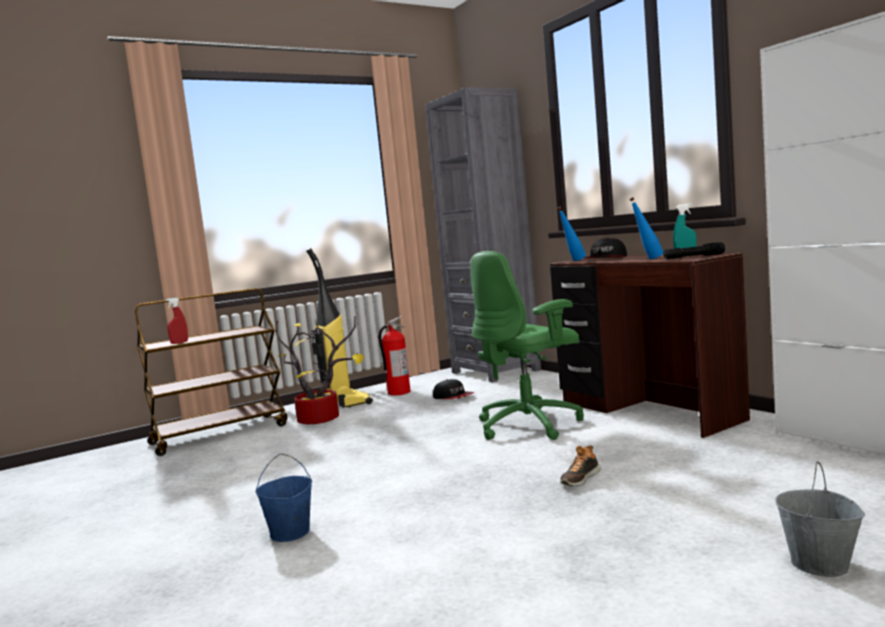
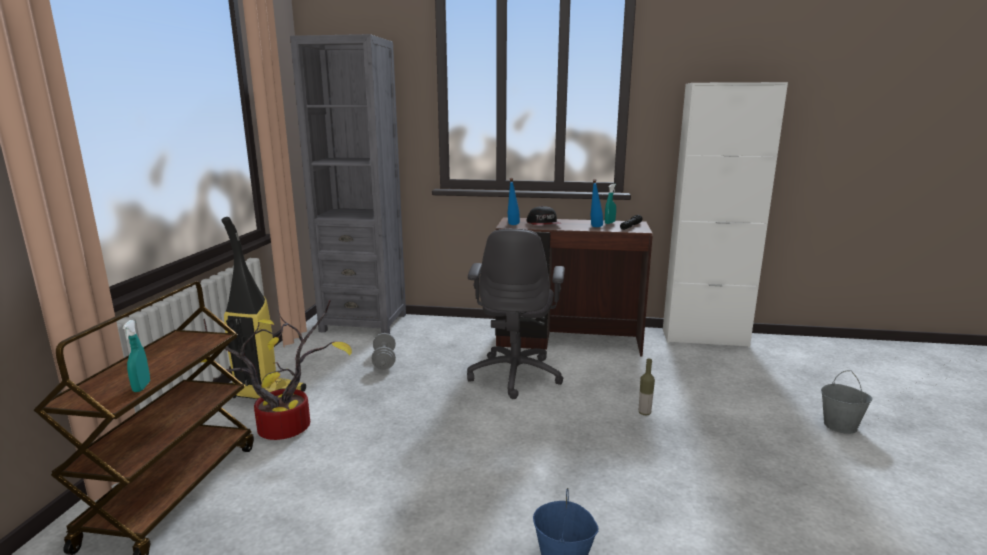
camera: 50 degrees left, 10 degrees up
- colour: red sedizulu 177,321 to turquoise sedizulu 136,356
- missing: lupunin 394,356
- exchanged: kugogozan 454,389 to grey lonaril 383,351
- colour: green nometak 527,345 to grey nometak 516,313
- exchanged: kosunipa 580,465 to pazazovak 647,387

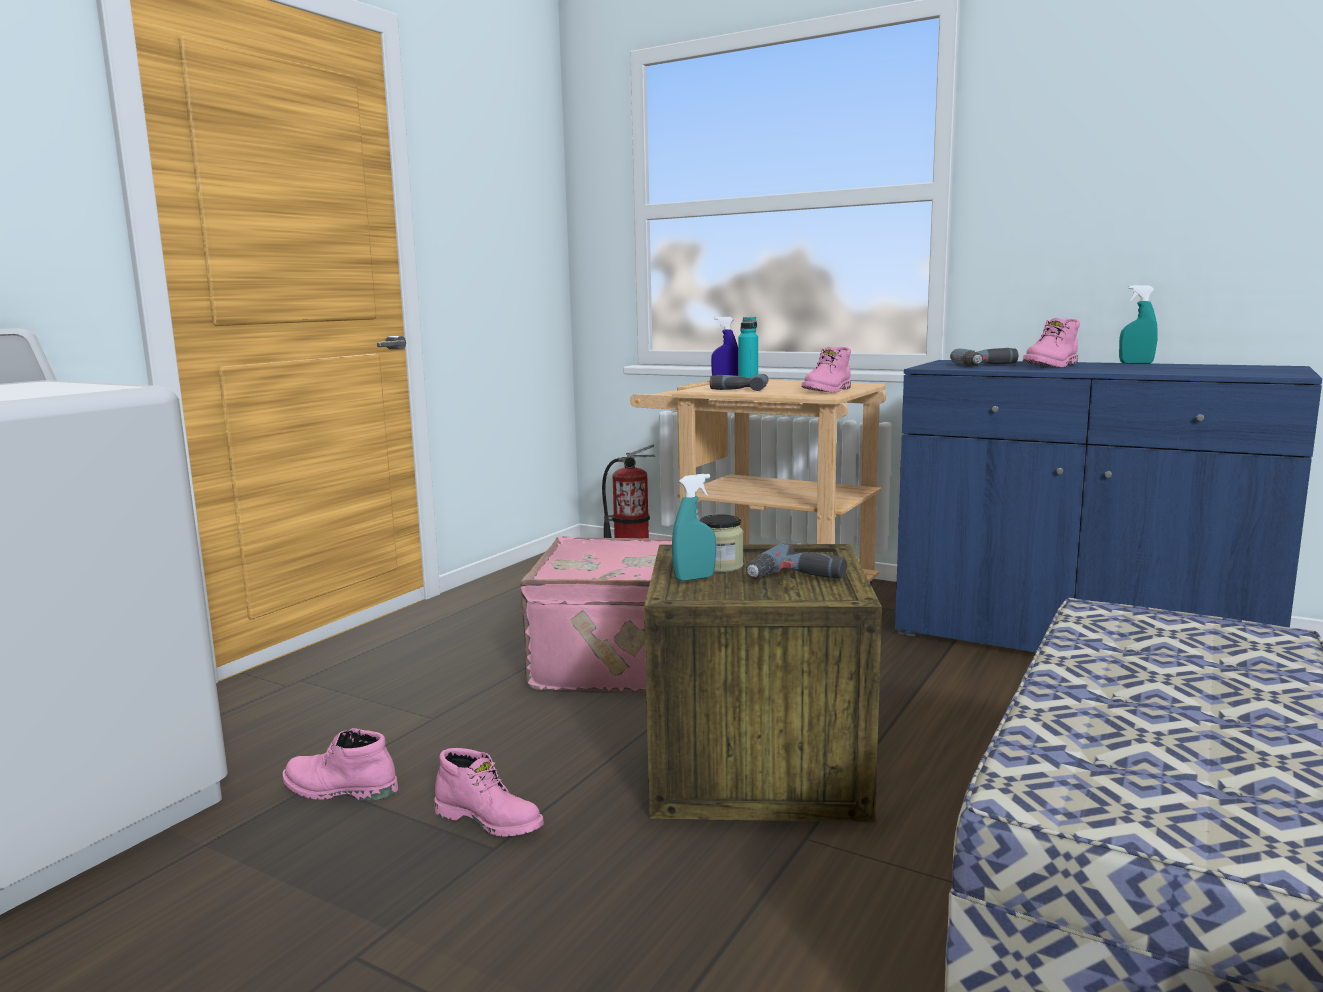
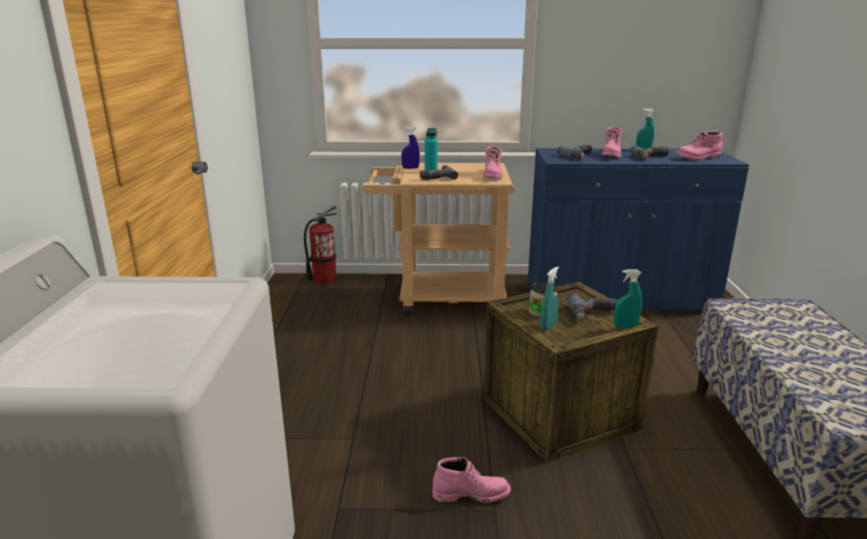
camera: 30 degrees left, 10 degrees up
- relocated: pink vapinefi 340,764 to 699,145
- missing: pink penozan 596,614
- appeared: turquoise sedizulu 628,298
- appeared: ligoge 649,152

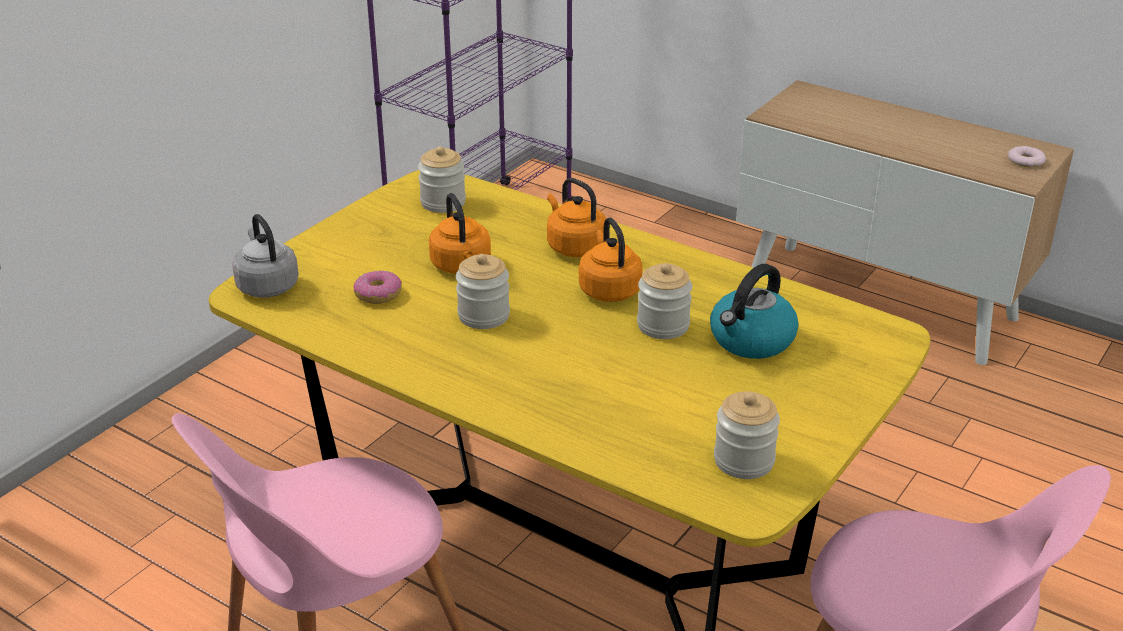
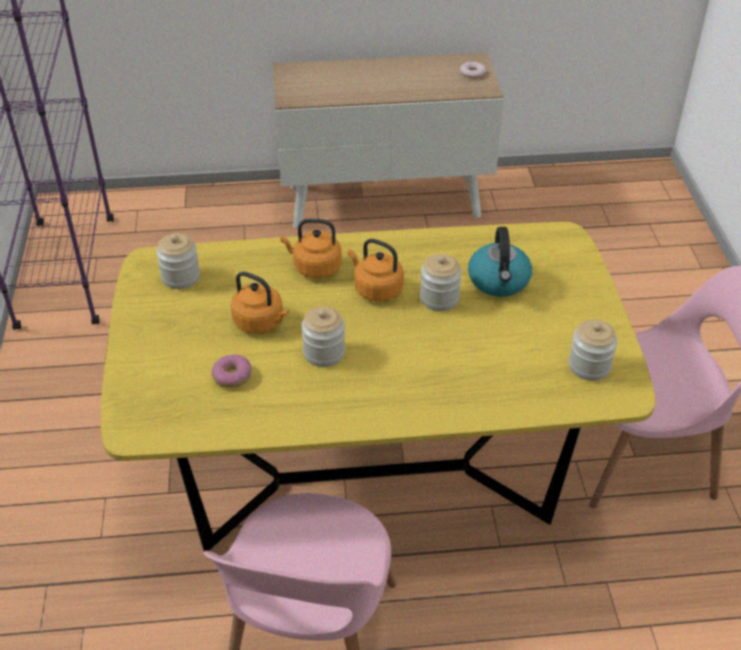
camera: 40 degrees left, 10 degrees up
- missing: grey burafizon 265,256

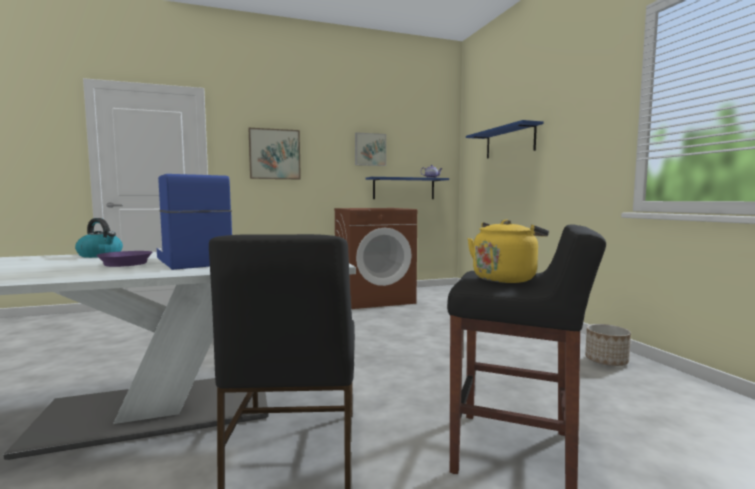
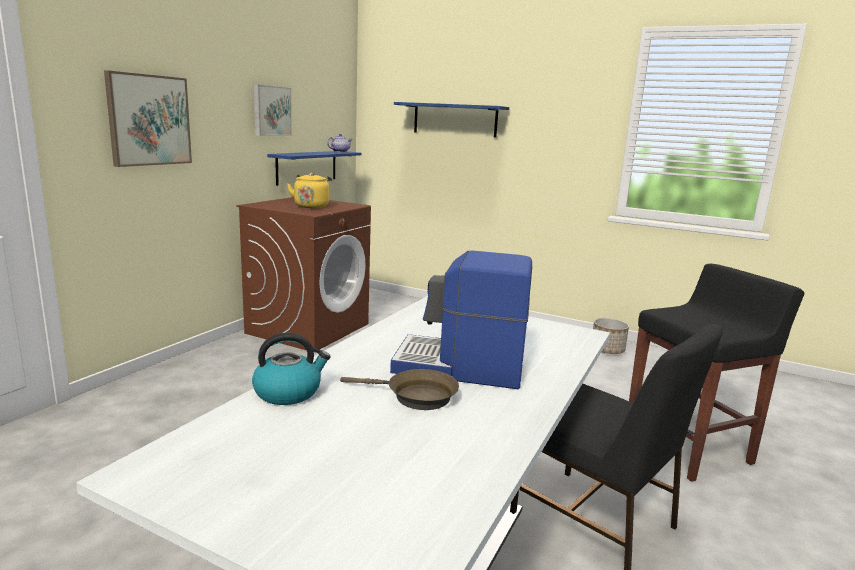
camera: 45 degrees left, 10 degrees up
- colour: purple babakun 124,259 to brown babakun 399,389
- relocated: yellow burafizon 508,251 to 309,190

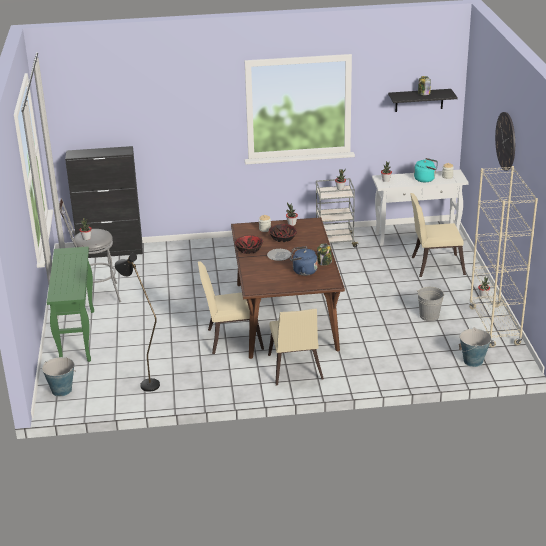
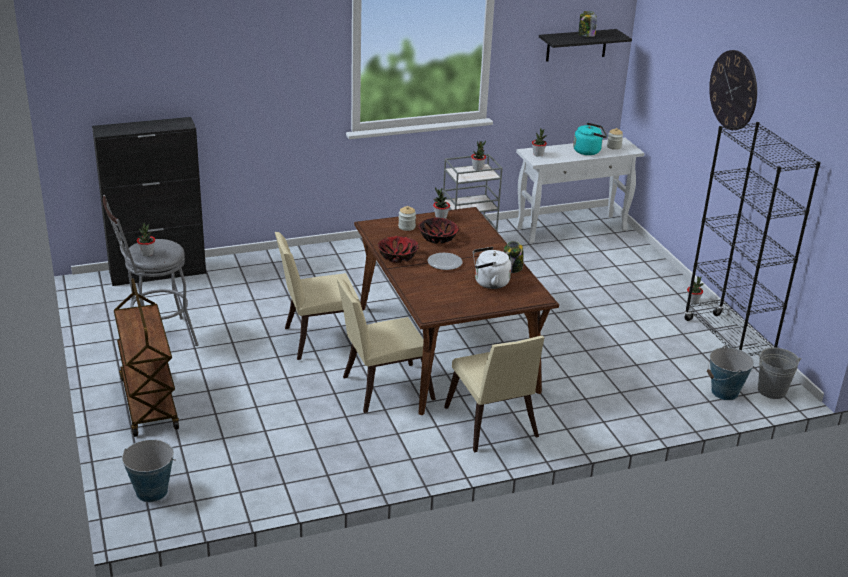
camera: 15 degrees left, 0 degrees up
- exchanged: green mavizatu 70,304 to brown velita 146,357
- missing: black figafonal 137,322
- colour: blue burafizon 303,261 to white burafizon 492,268
- relocated: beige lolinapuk 438,235 to 318,296
- relocated: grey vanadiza 432,304 to 779,373
- colour: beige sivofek 503,256 to black sivofek 752,239

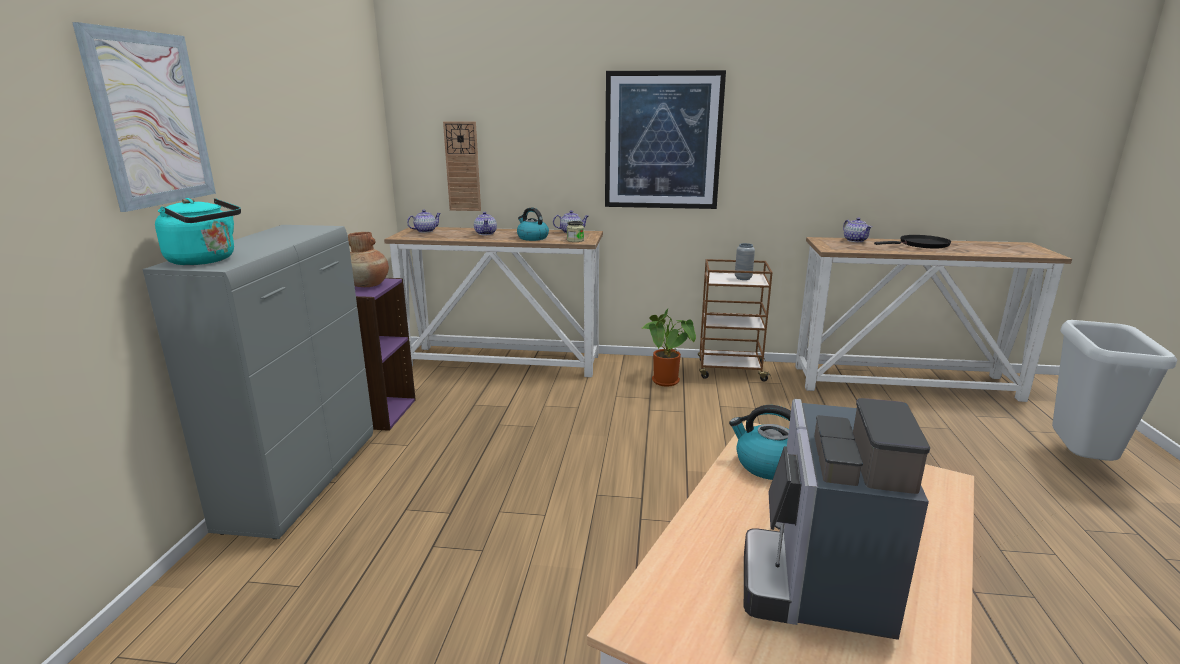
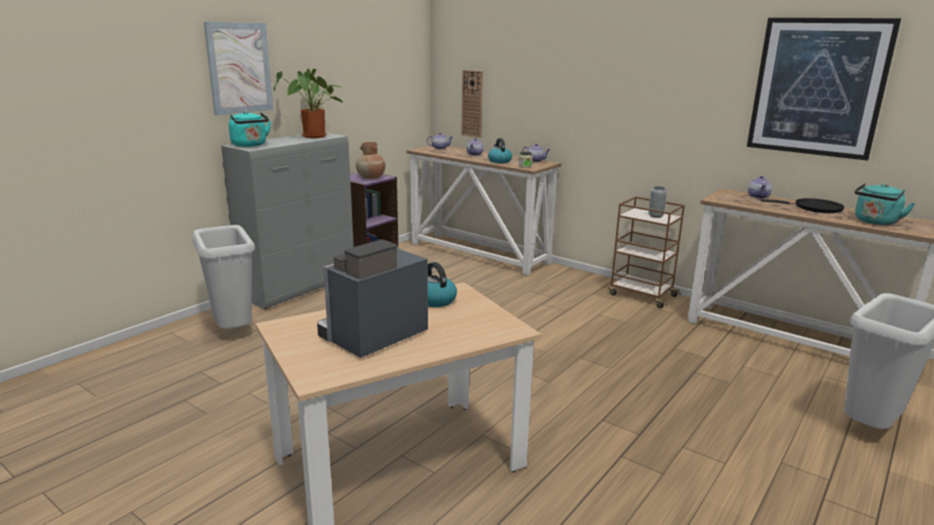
camera: 30 degrees right, 0 degrees up
- relocated: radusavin 665,139 to 824,89
- relocated: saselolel 669,347 to 308,103
- appeared: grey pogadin 223,277
- appeared: turquoise burafizon 885,204

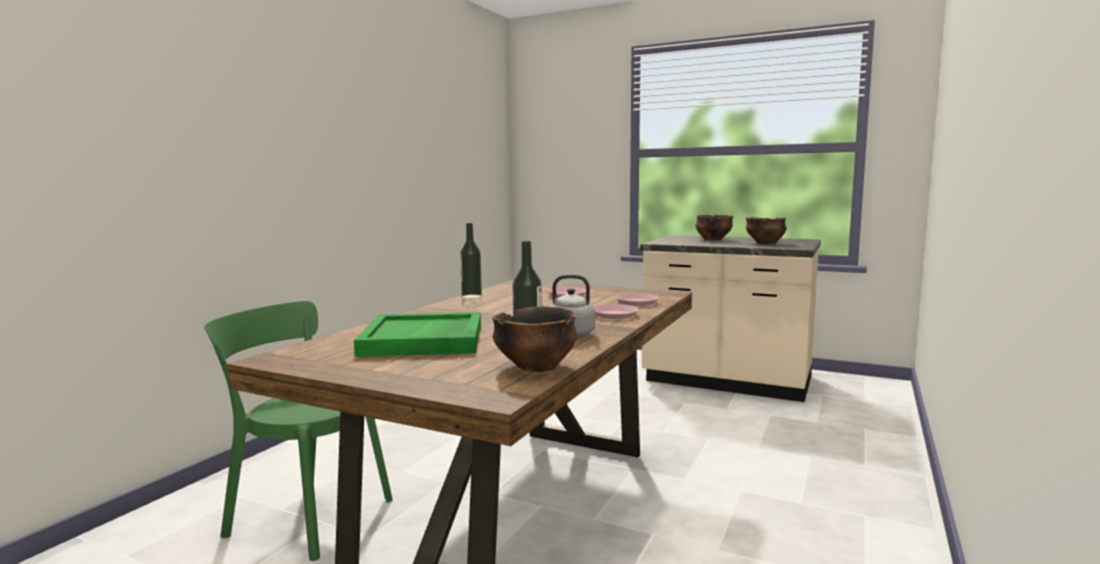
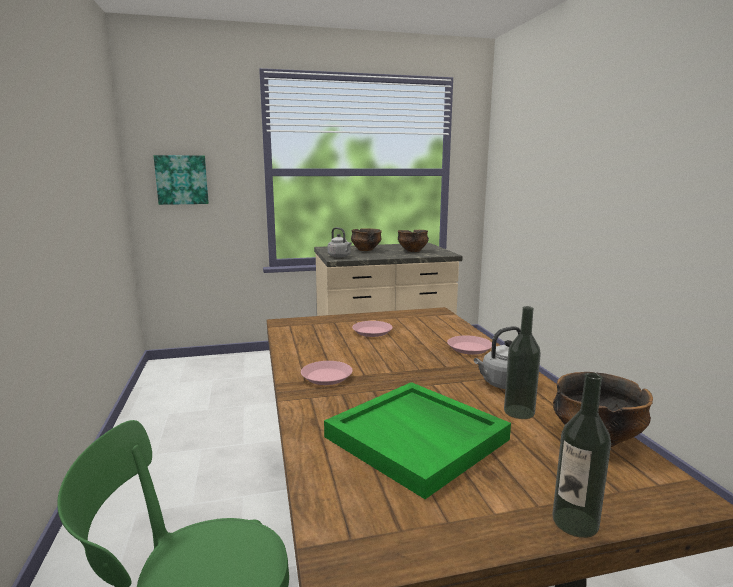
camera: 40 degrees left, 5 degrees up
- relocated: pazazovak 471,261 to 581,455
- relocated: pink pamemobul 637,299 to 327,373
- appeared: radusavin 181,180
- appeared: grey burafizon 340,242

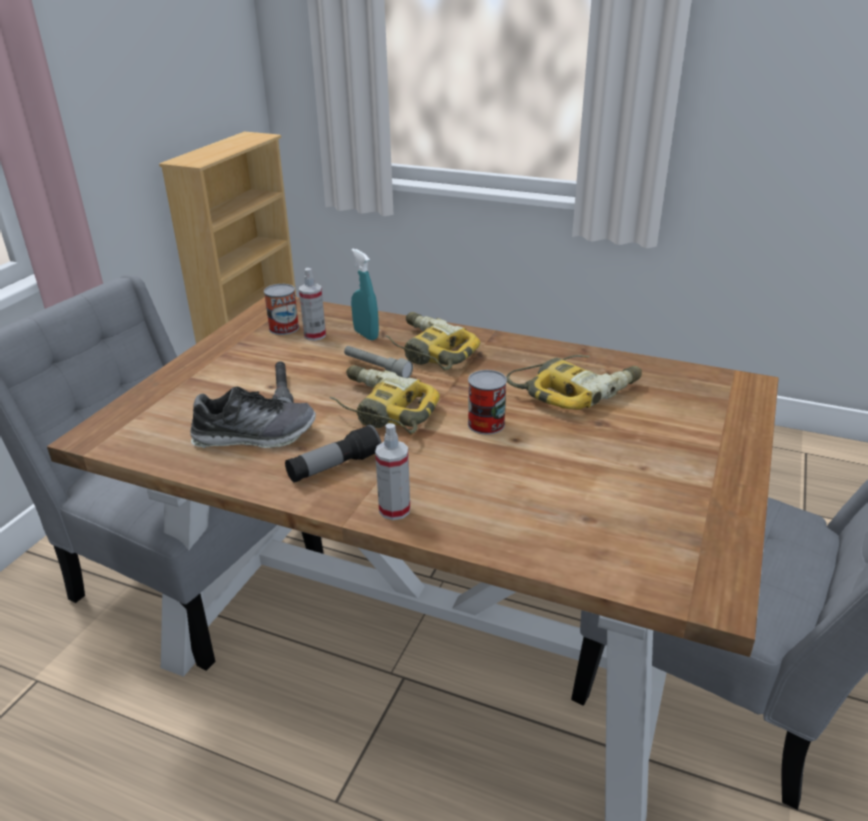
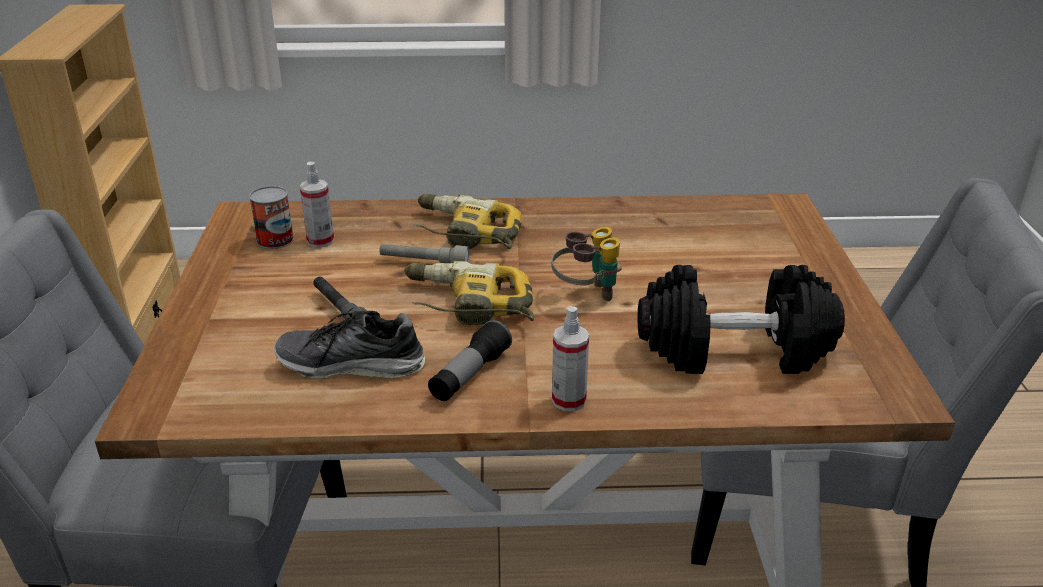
camera: 25 degrees left, 0 degrees up
- spun: kosunipa 253,417 = 349,345 150 degrees counterclockwise
- missing: turquoise sedizulu 365,294
- exchanged: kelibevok 487,402 to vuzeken 586,264
- missing: ligoge 574,382
- appeared: black lonaril 741,319

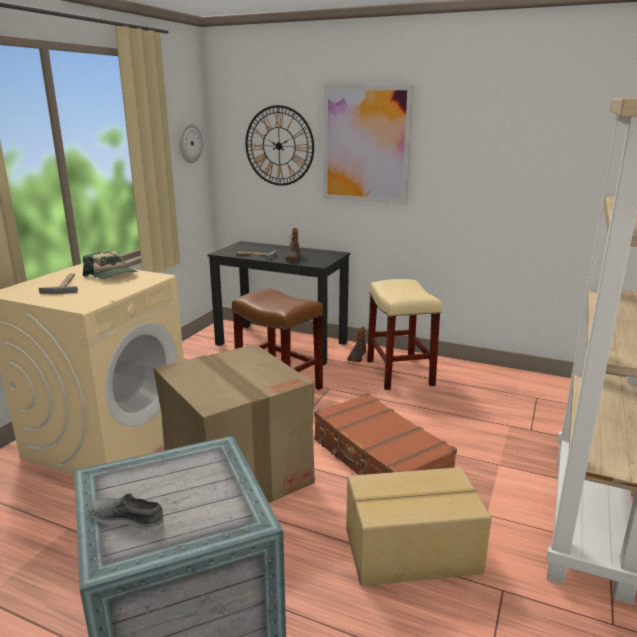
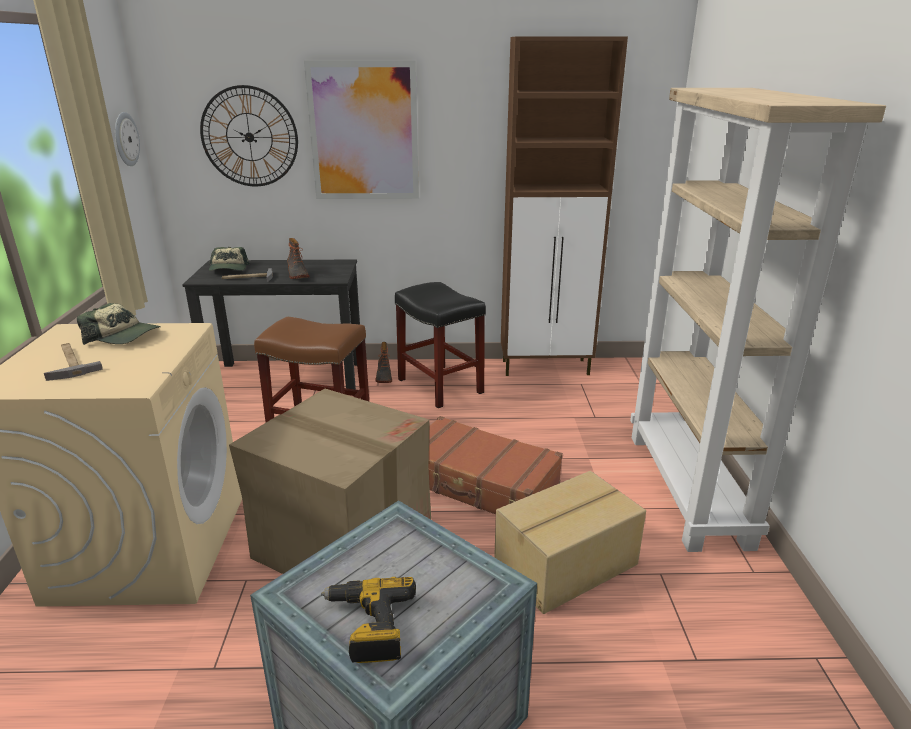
camera: 25 degrees left, 5 degrees up
- exchanged: grey kosunipa 126,512 to ligoge 368,620
- colour: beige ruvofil 404,335 to black ruvofil 440,345
- appeared: kugogozan 229,259
- appeared: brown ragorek 564,206

